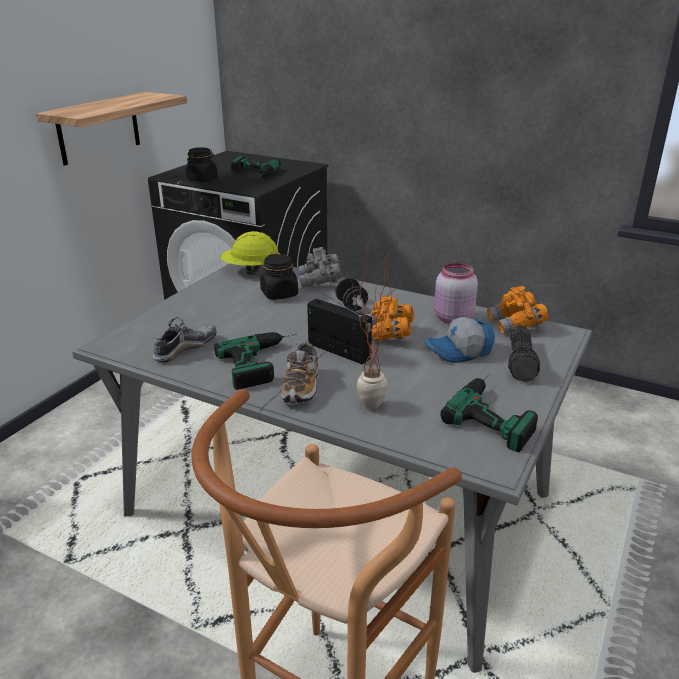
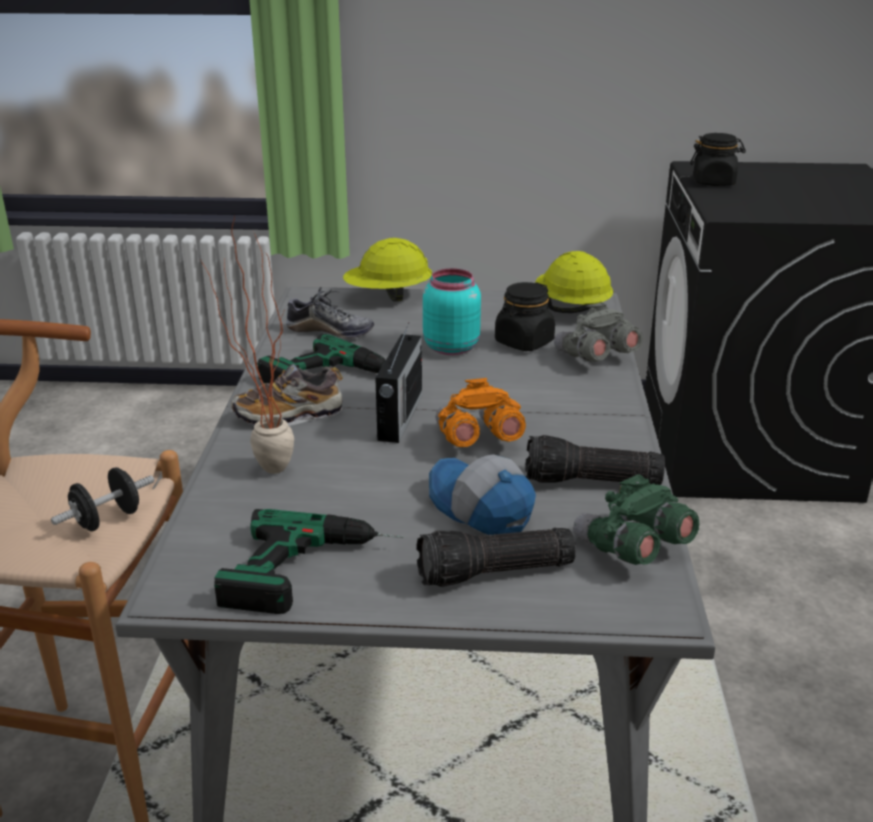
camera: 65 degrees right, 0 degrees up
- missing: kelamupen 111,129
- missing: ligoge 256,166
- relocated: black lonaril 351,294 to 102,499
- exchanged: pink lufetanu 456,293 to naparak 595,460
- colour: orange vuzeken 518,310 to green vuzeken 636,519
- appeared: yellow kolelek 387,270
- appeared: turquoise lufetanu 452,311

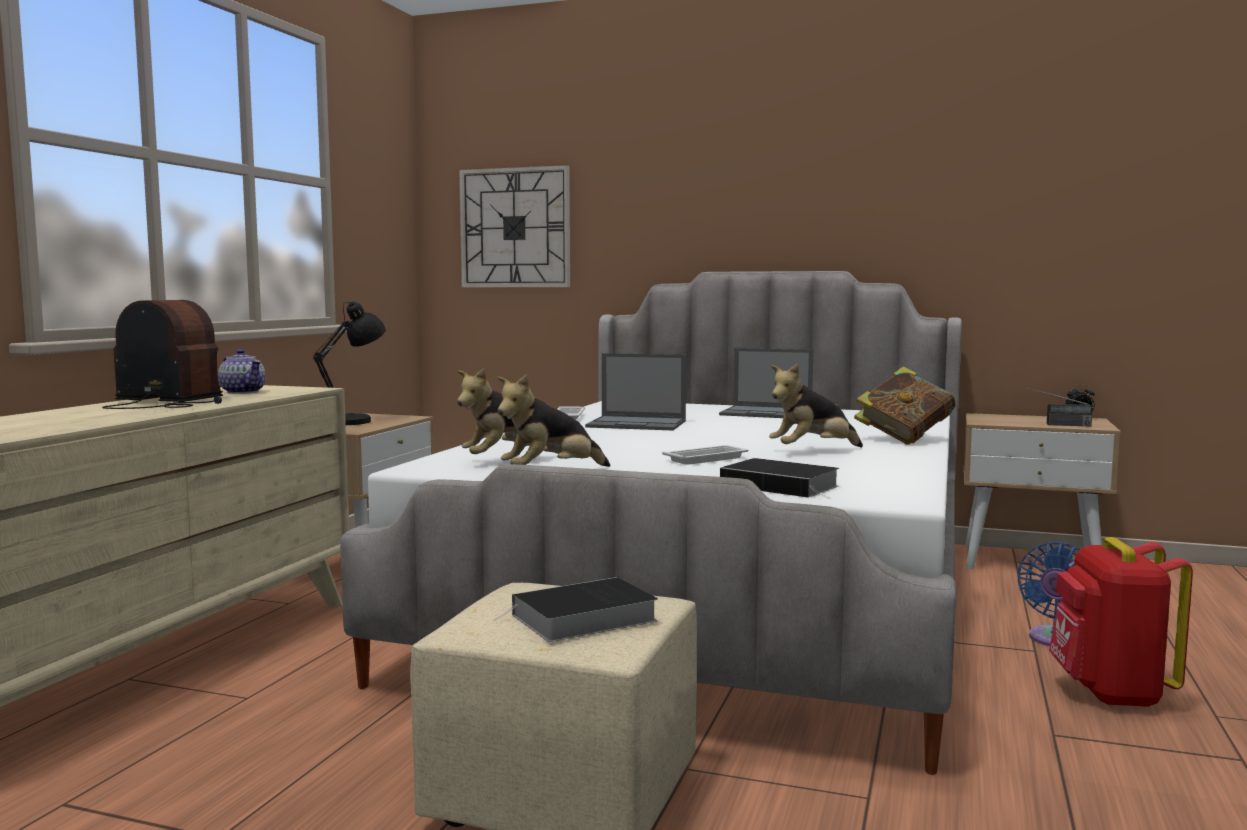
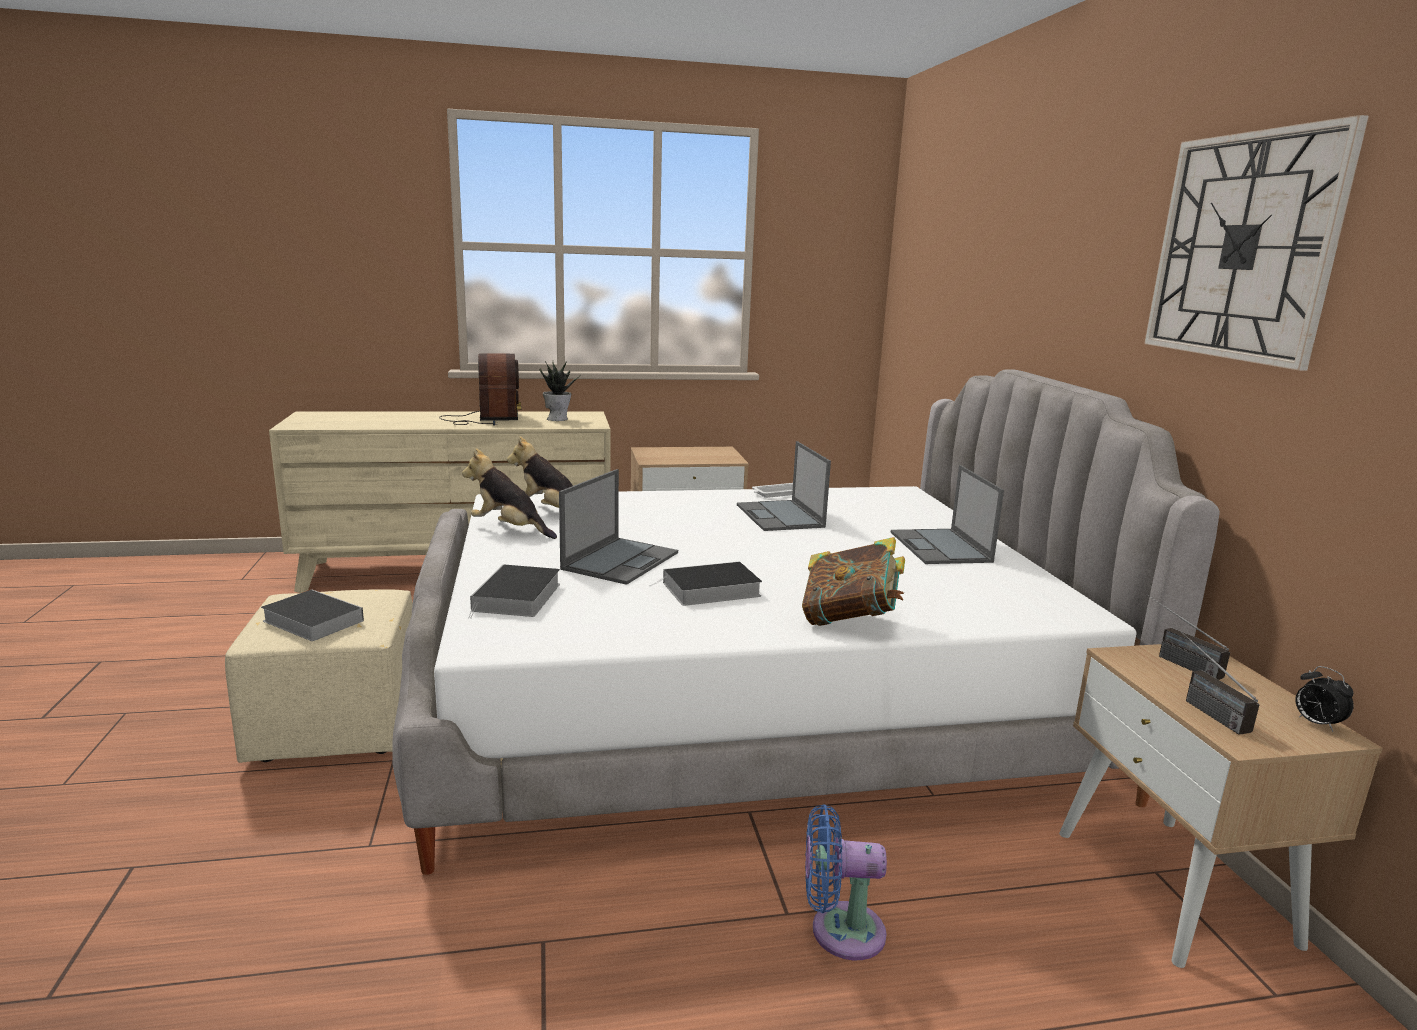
camera: 60 degrees right, 10 degrees up
- exchanged: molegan 242,371 to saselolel 558,391
- missing: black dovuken 349,363
- relocated: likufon 514,226 to 1256,243
- exchanged: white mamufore 705,455 to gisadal 618,527
- exchanged: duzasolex 816,405 to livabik 705,583
- missing: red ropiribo 1121,622
- appeared: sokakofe 1188,637

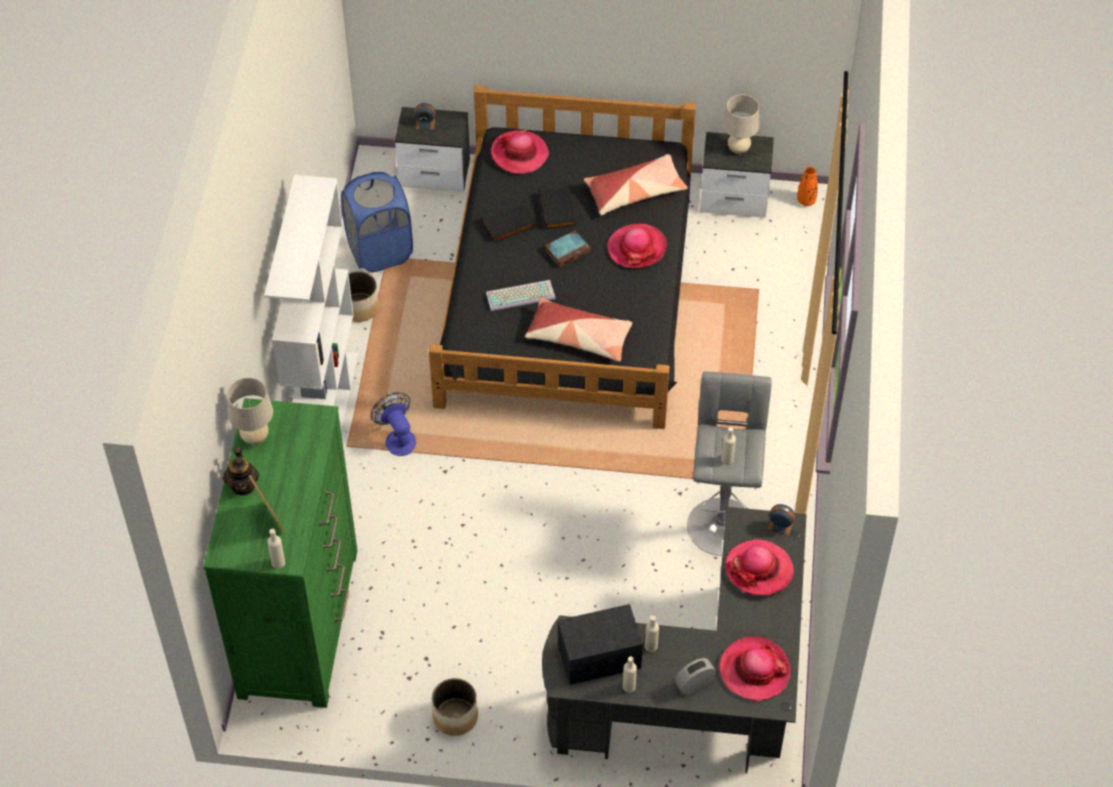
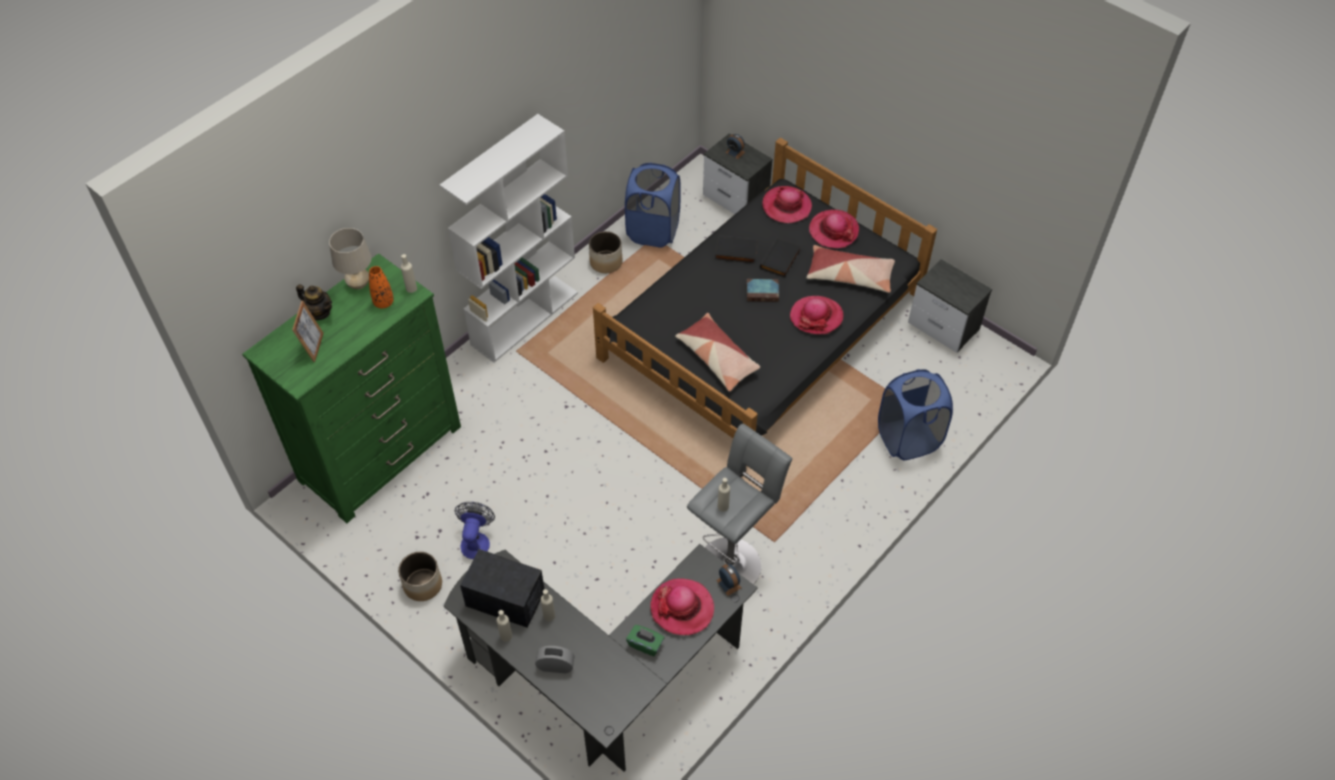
camera: 35 degrees right, 0 degrees up
- spun: molegan 241,471 = 314,302 90 degrees counterclockwise
- relocated: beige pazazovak 276,549 to 409,273
- relocated: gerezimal 393,424 to 475,530
- missing: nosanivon 521,295
- relocated: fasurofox 755,669 to 834,229
- missing: beige dovuken 741,124
- relocated: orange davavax 807,186 to 381,287
- appeared: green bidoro 645,640
- appeared: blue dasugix 915,414

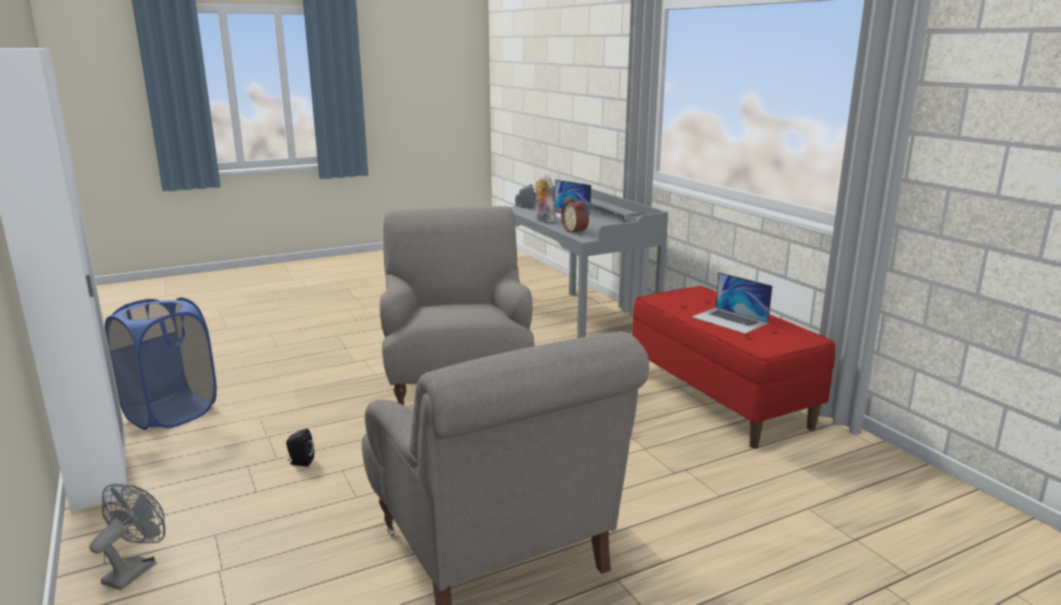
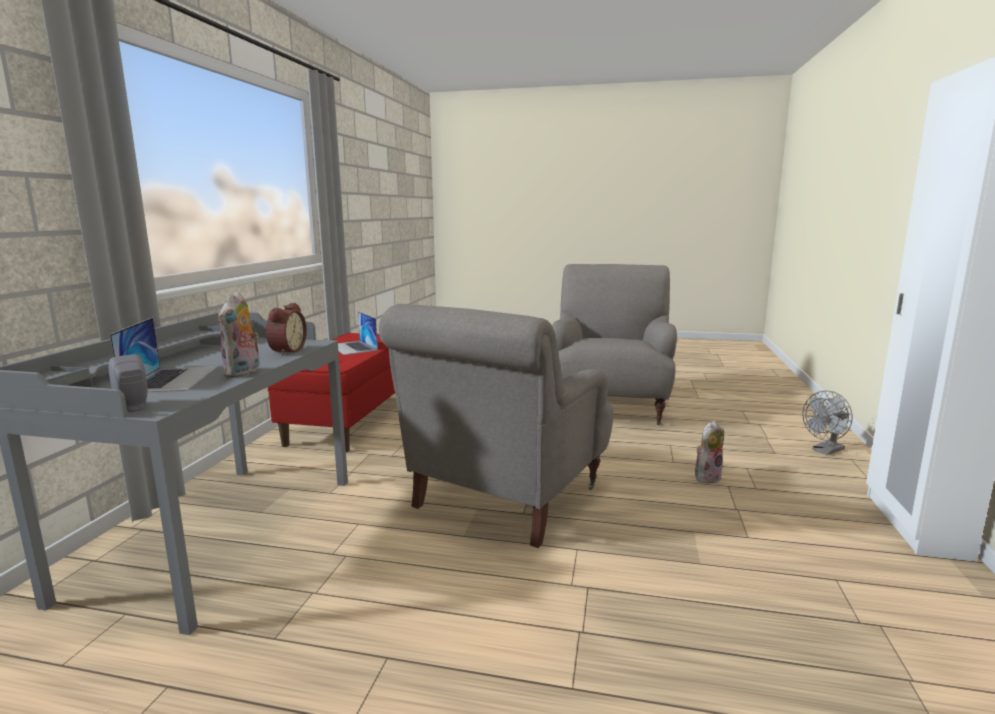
camera: 140 degrees left, 5 degrees down
- missing: blue dasugix 161,363
- exchanged: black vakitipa 300,447 to duzasolex 709,452
- spun: gisadal 732,303 = 358,333 150 degrees clockwise

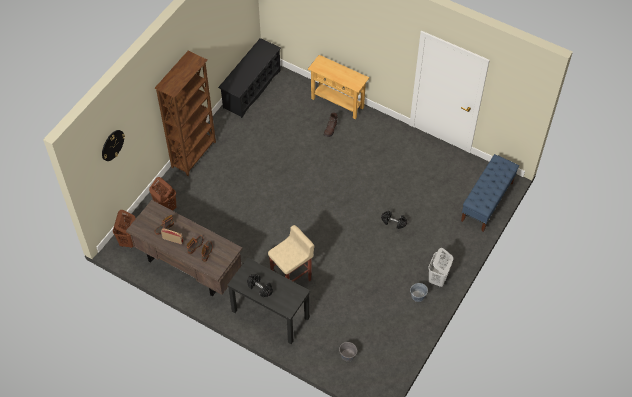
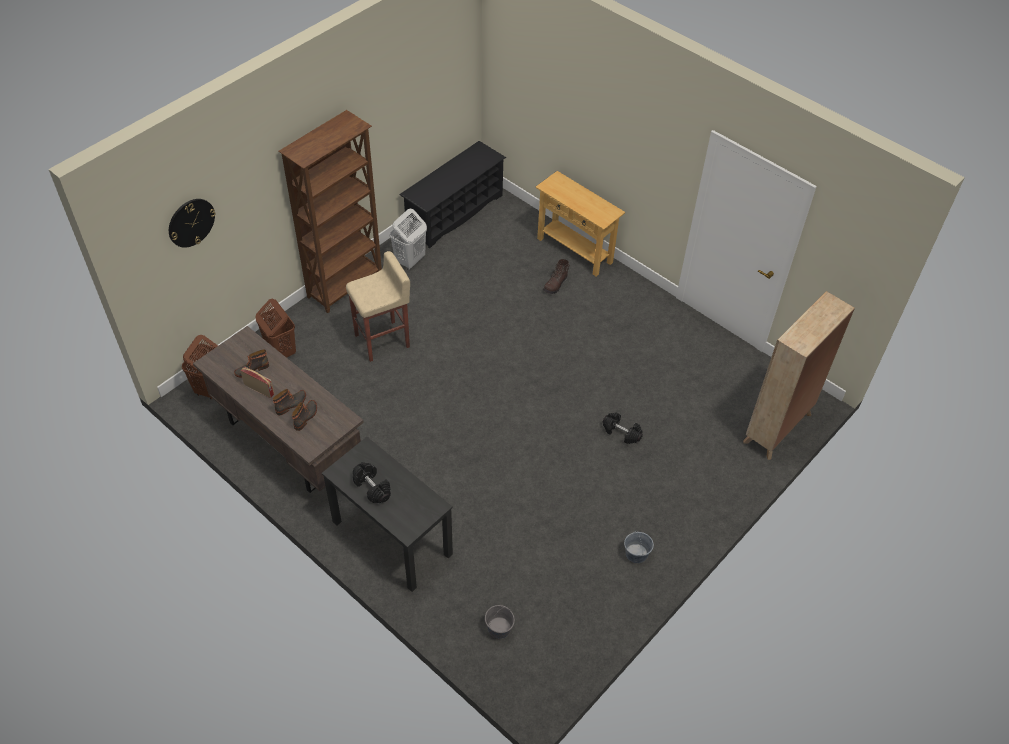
camera: 10 degrees right, 5 degrees down
- relocated: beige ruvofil 291,253 to 378,306
- relocated: white dasugix 440,267 to 408,239
- exchanged: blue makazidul 490,193 to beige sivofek 799,375

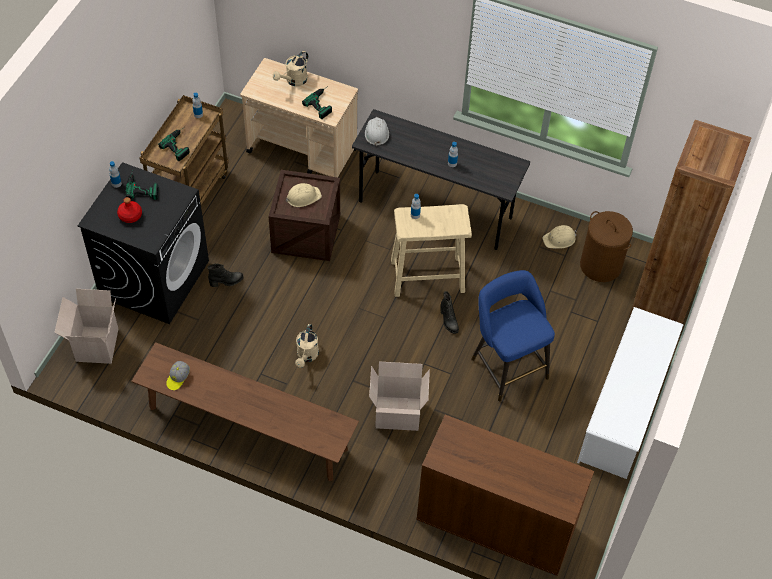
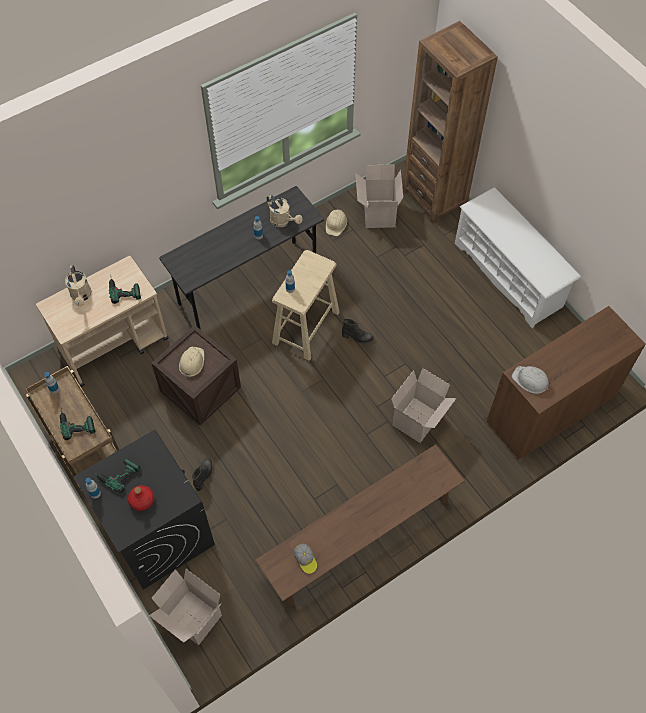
camera: 55 degrees left, 5 degrees up
- relocated: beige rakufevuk 307,346 to 285,211
- relocated: white kolelek 377,131 to 531,380
- missing: blue ruvofil 513,336
- exchanged: brown dasugix 606,246 to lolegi 379,196

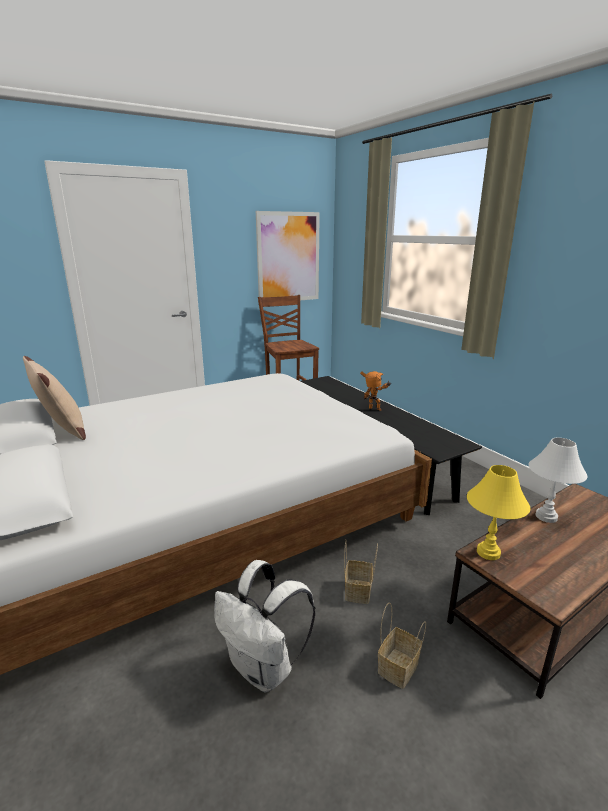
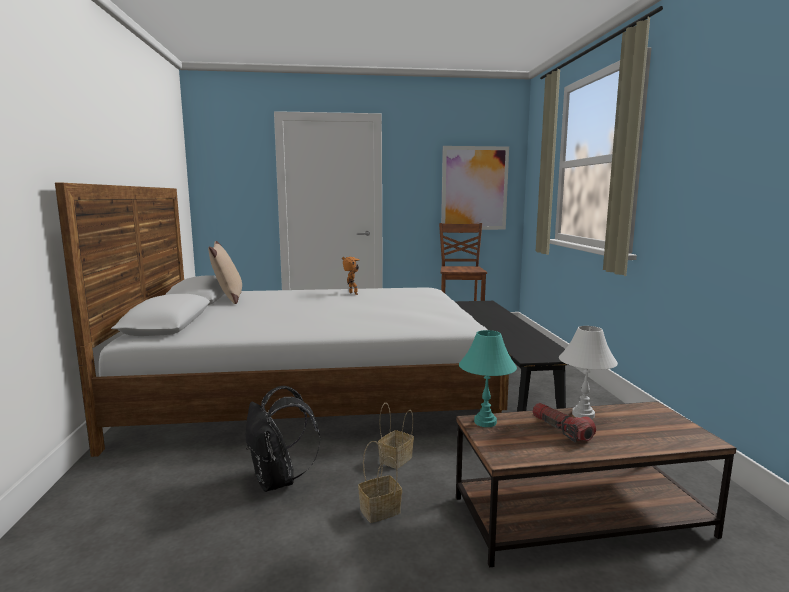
camera: 25 degrees right, 10 degrees down
- colour: white ropiribo 264,626 to black ropiribo 283,439
- relocated: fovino 376,391 to 351,276
- colour: yellow dovuken 498,512 to turquoise dovuken 488,378
- appeared: naparak 564,422

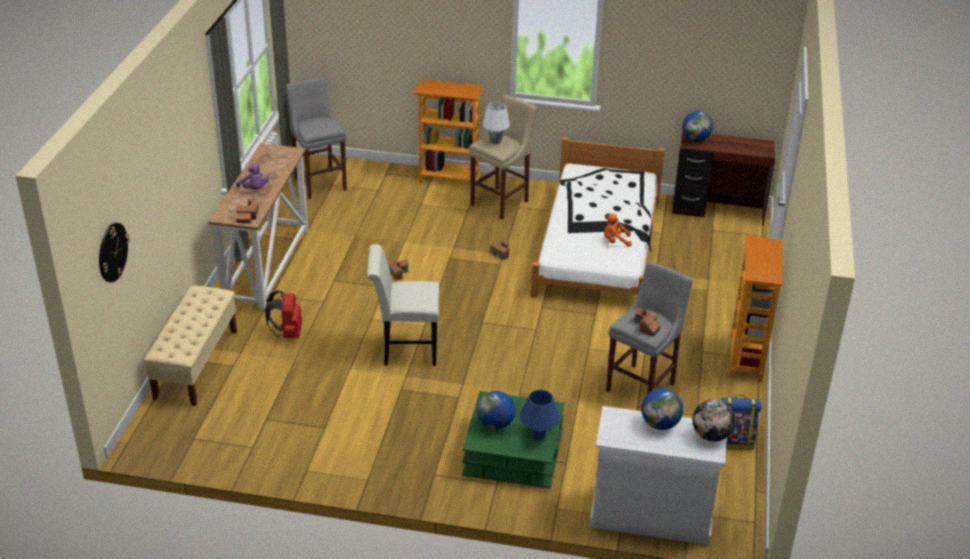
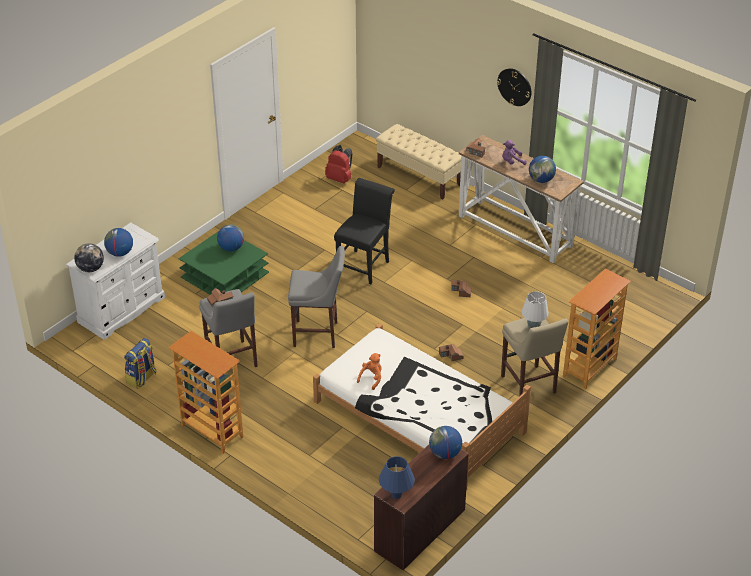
camera: 120 degrees right, 5 degrees up
- relocated: likufon 114,252 to 514,87
- relocated: red ropiribo 283,314 to 338,164
- relocated: grey ruvofil 316,138 to 316,297
- colour: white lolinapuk 403,305 to black lolinapuk 364,231
- relocated: blue dovuken 539,415 to 397,477
- appeared: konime 542,169

